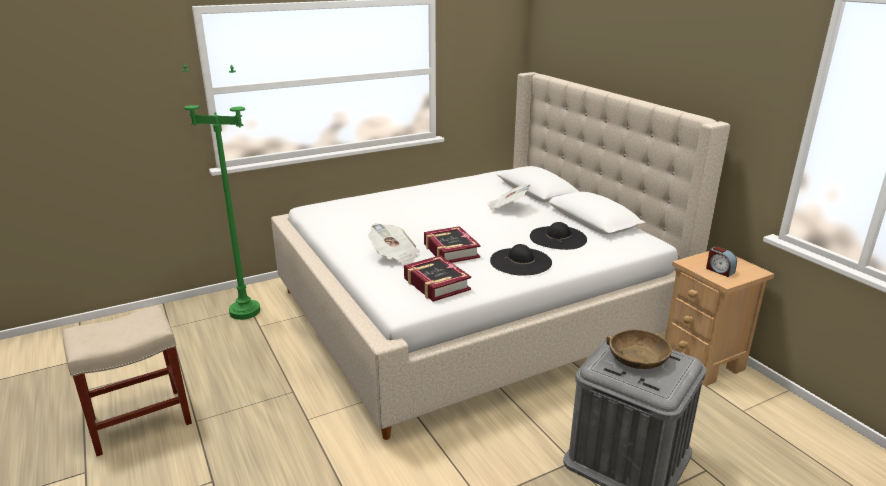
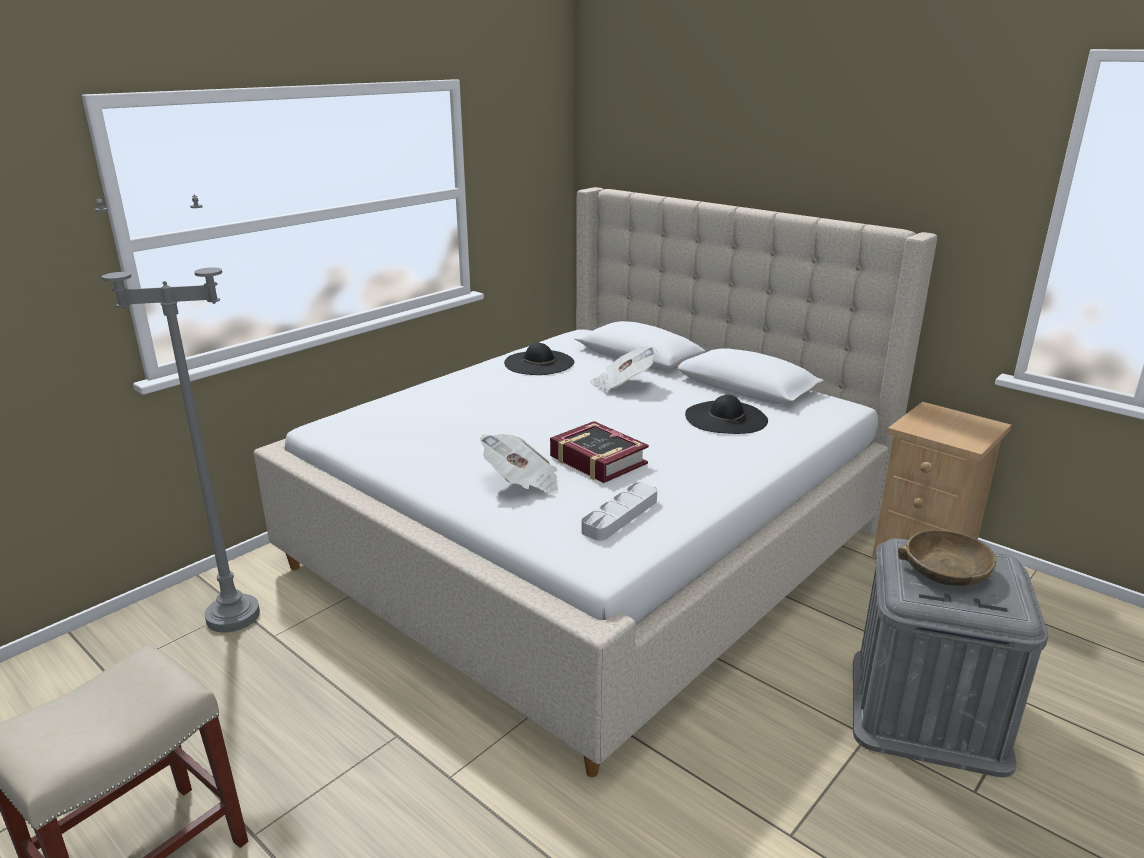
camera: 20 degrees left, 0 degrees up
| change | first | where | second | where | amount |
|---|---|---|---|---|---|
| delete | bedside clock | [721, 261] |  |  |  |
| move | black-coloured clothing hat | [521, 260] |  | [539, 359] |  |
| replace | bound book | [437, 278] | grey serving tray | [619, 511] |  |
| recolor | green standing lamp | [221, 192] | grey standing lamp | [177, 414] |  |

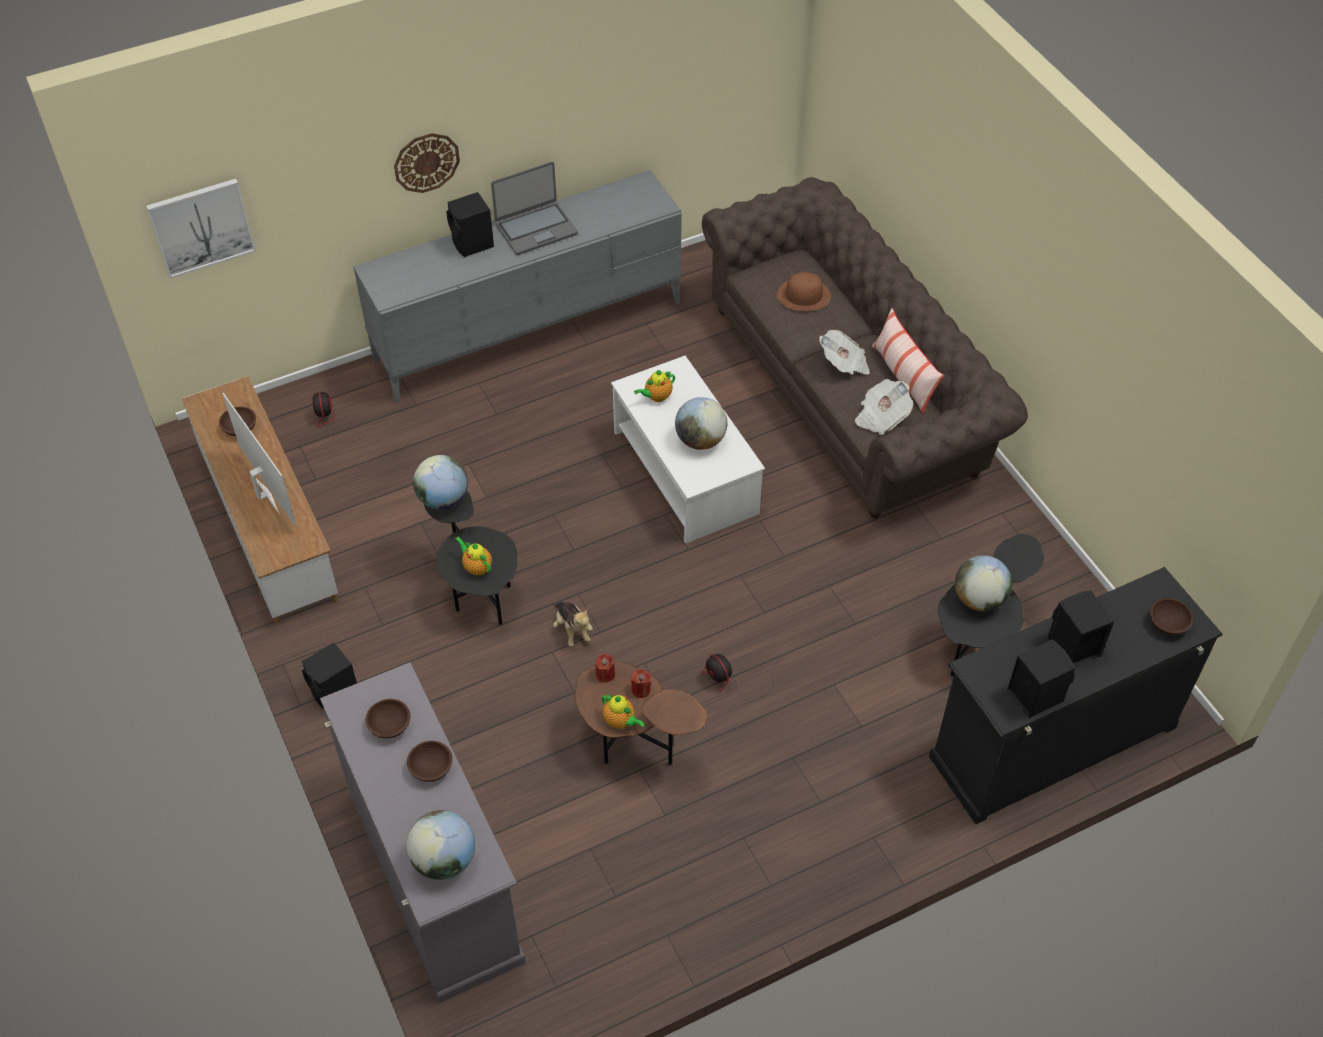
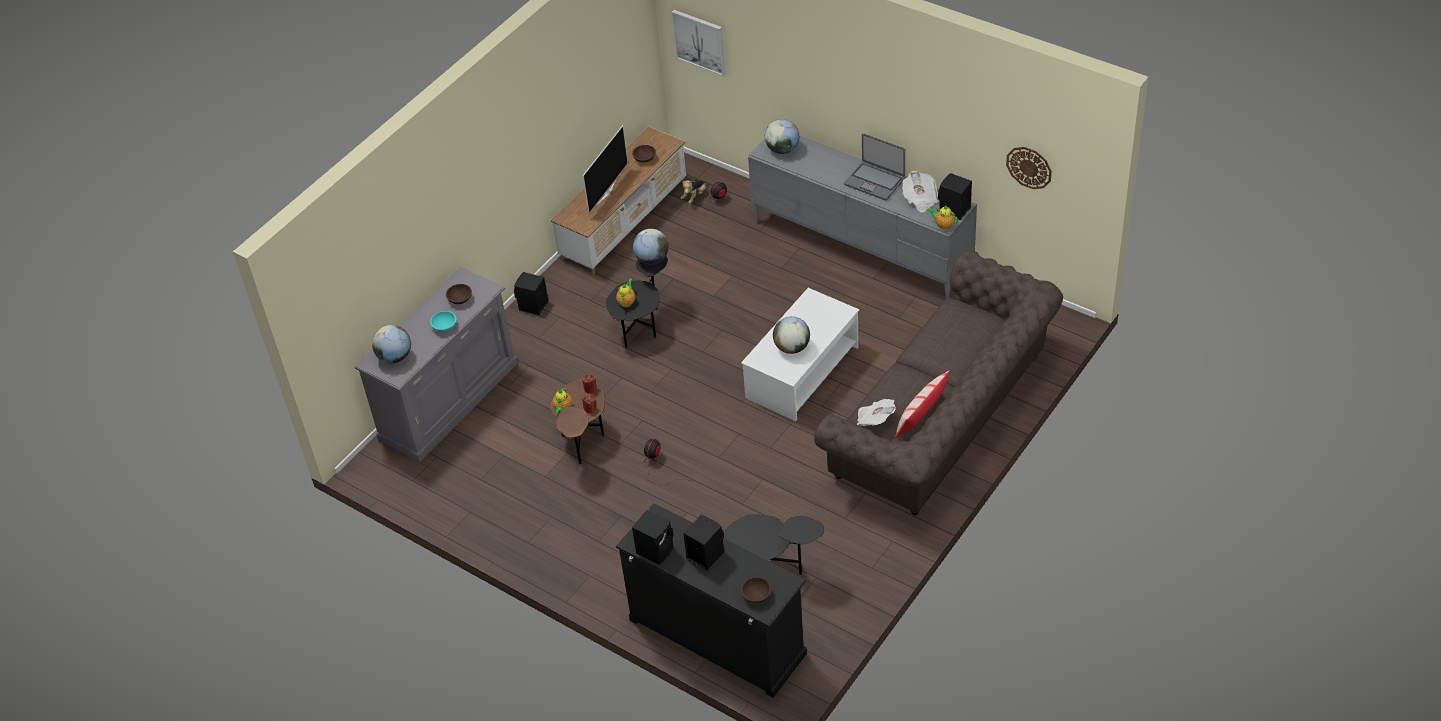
camera: 65 degrees right, 5 degrees down
| change | first | where | second | where | amount |
|---|---|---|---|---|---|
| delete | brownish clothing hat | [804, 291] |  |  |  |
| move | clock on the wall | [427, 163] |  | [1029, 168] |  |
| move | black-coloured loudspeaker | [470, 224] |  | [955, 196] |  |
| move | plush toy | [573, 624] |  | [694, 191] |  |
| move | pot for tea | [654, 386] |  | [942, 217] |  |
| move | printed paper | [844, 352] |  | [920, 191] |  |
| move | globe | [983, 583] |  | [782, 136] |  |
| recolor | brownish bowl | [430, 761] | blue-green bowl | [443, 321] |  |

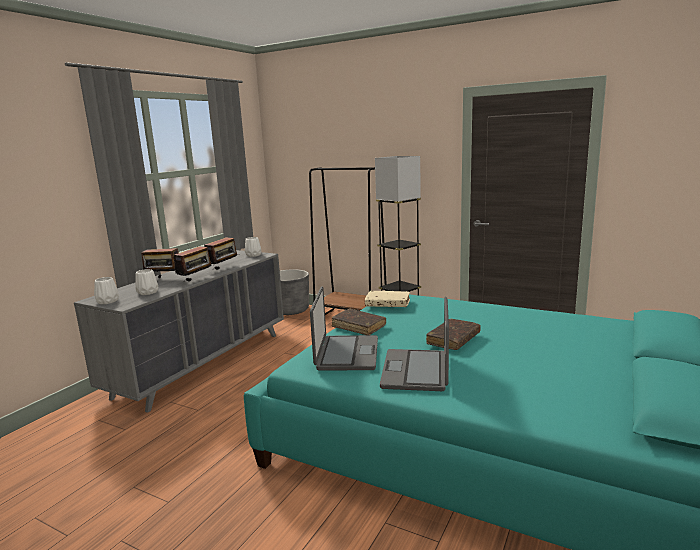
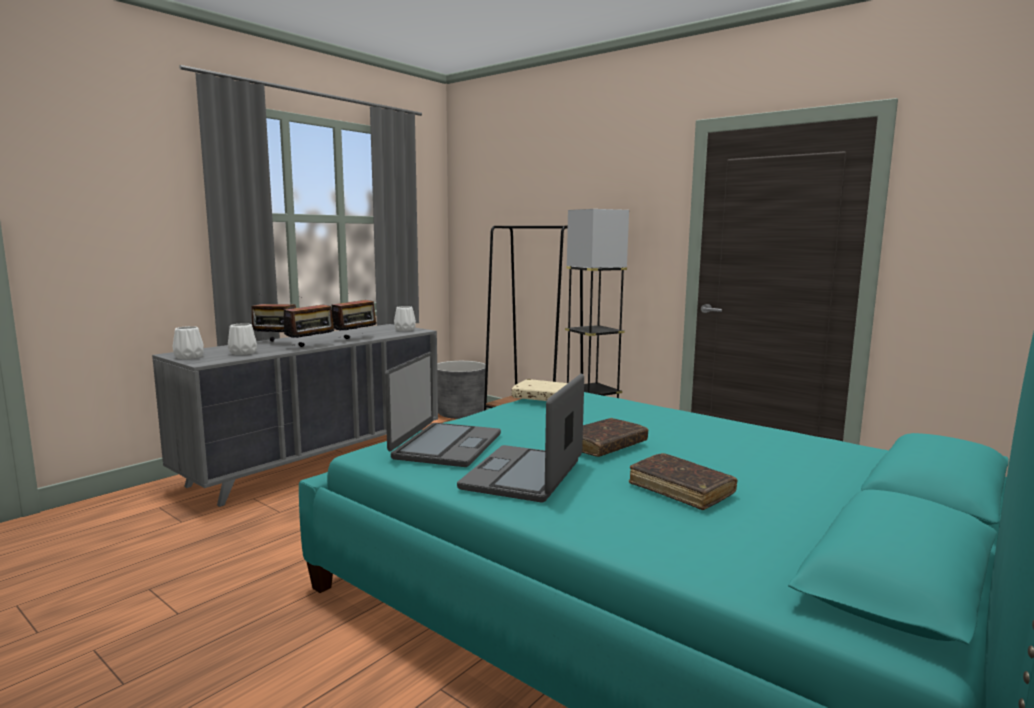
camera: 10 degrees right, 5 degrees down
| change | first | where | second | where | amount |
|---|---|---|---|---|---|
| move | brownish bound book | [358, 322] |  | [683, 481] |  |

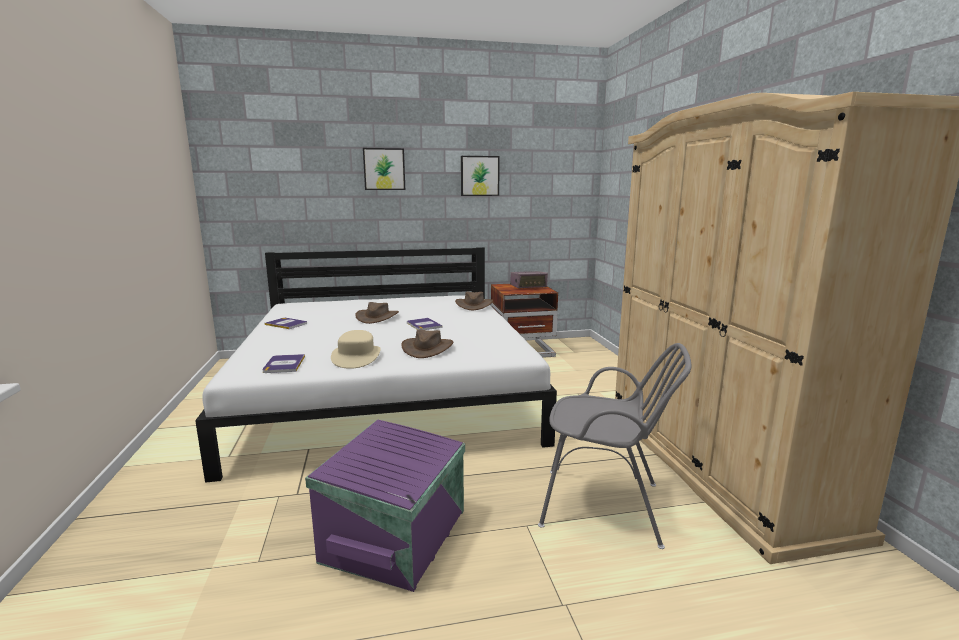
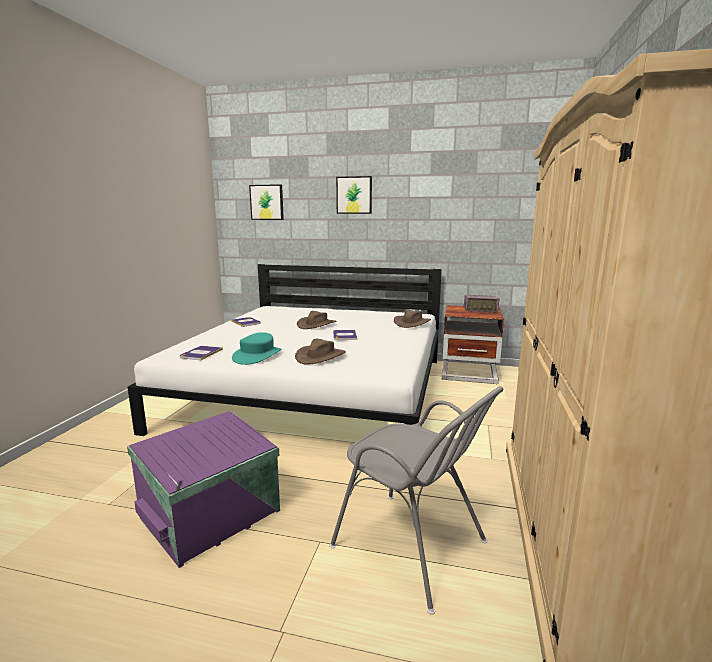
camera: 25 degrees right, 0 degrees up
| change | first | where | second | where | amount |
|---|---|---|---|---|---|
| move | wall art | [480, 176] |  | [266, 202] |  |
| recolor | beige clothing hat | [356, 349] | blue-green clothing hat | [256, 348] |  |

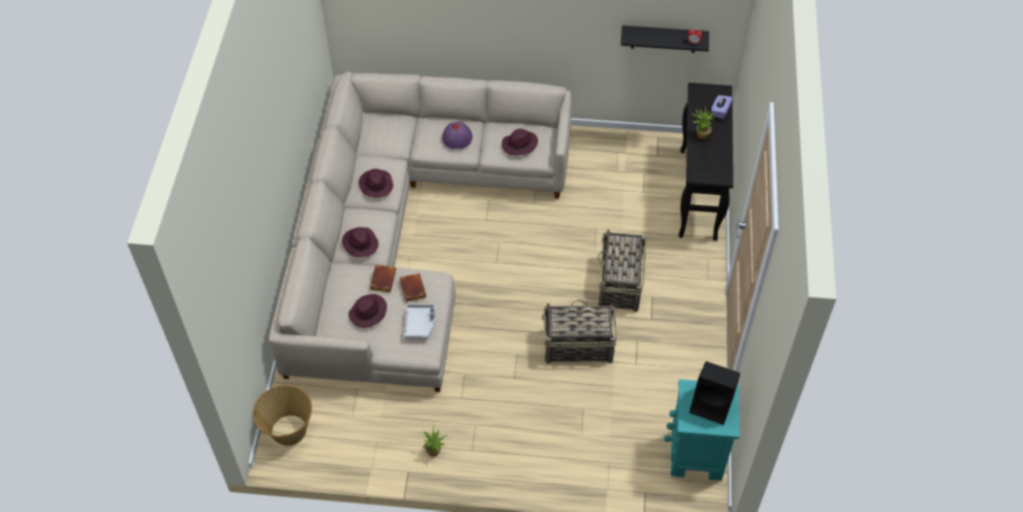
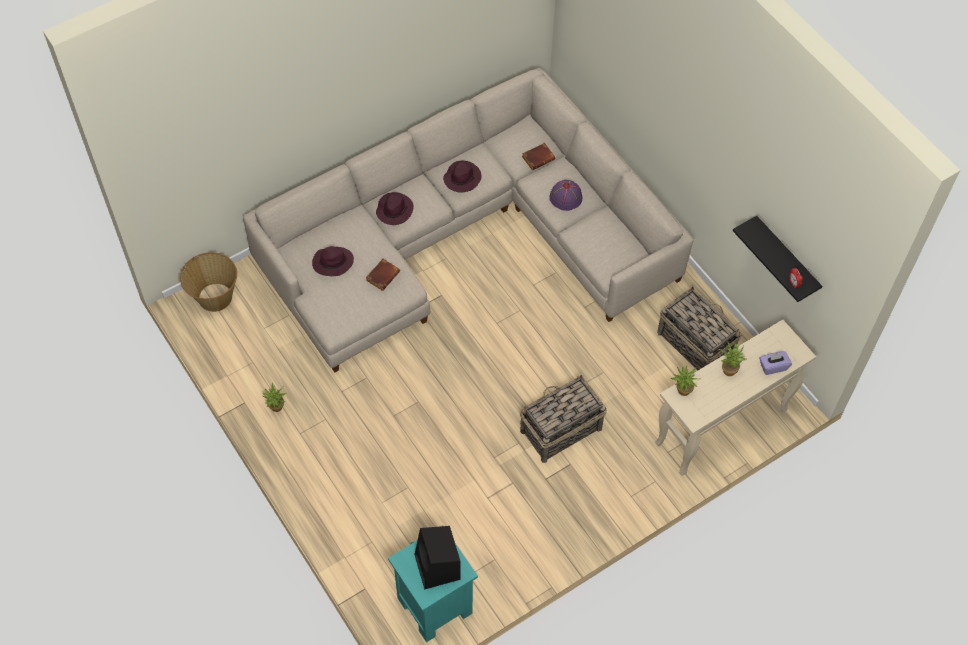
camera: 50 degrees right, 5 degrees up
| change | first | where | second | where | amount |
|---|---|---|---|---|---|
| delete | grey serving tray | [419, 321] |  |  |  |
| delete | purple-coloured clothing hat | [520, 142] |  |  |  |
| insert |  |  | potted plant | [685, 381] |  |
| move | brownish bound book | [383, 278] |  | [538, 156] |  |
| move | basket | [579, 332] |  | [699, 328] |  |
| recolor | black-coloured console table | [706, 161] | beige console table | [735, 397] |  |

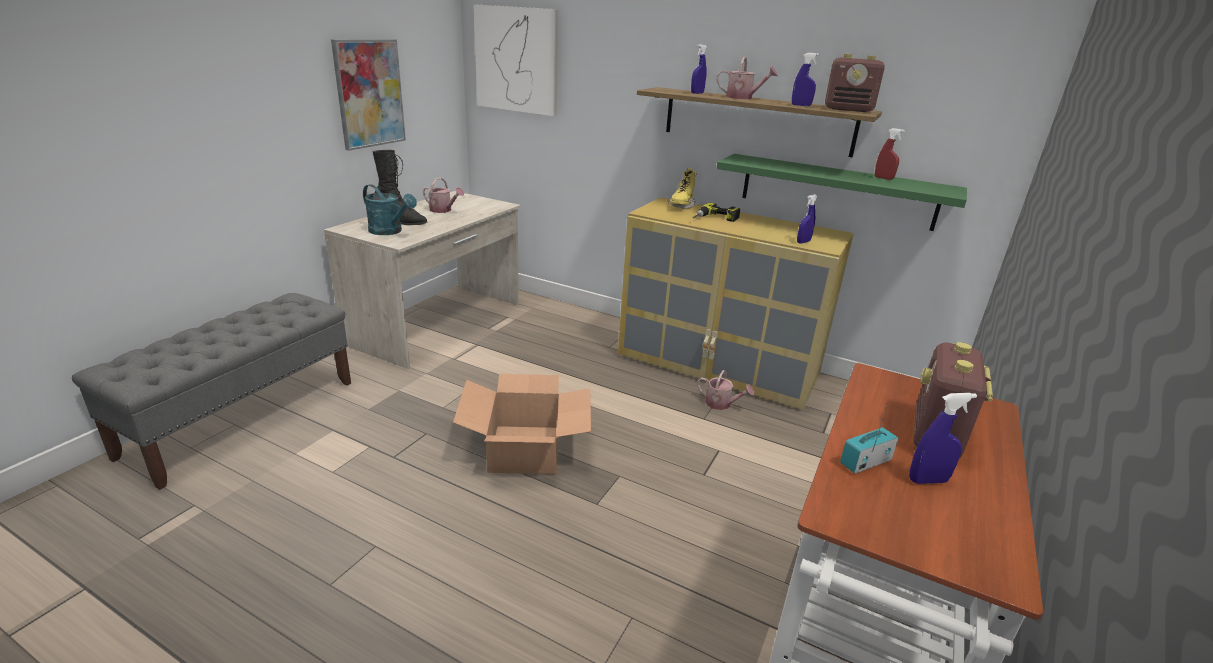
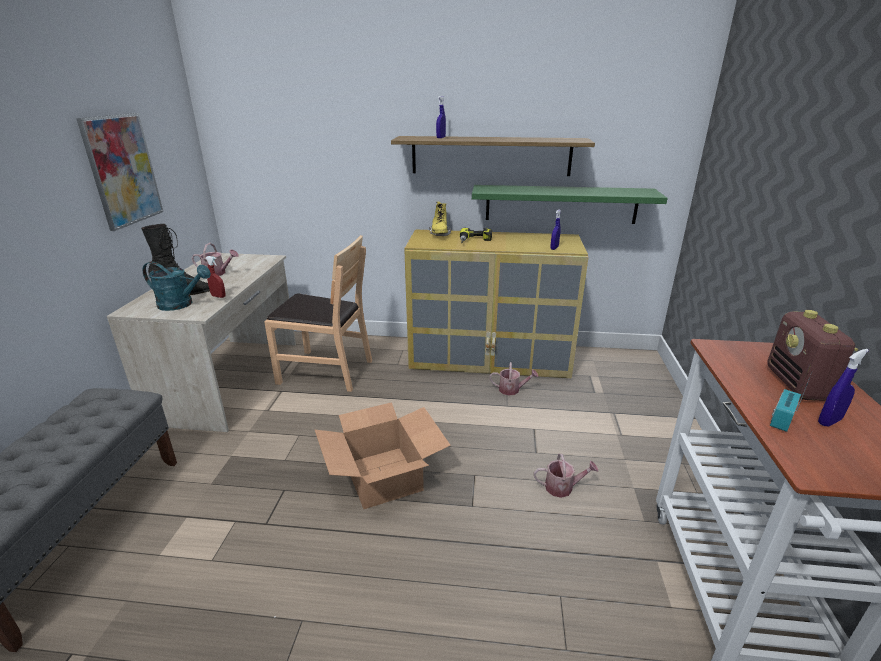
camera: 20 degrees left, 0 degrees up
| change | first | where | second | where | amount |
|---|---|---|---|---|---|
| delete | wall art | [516, 60] |  |  |  |
| delete | blue spray bottle | [805, 79] |  |  |  |
| delete | radio receiver | [855, 83] |  |  |  |
| insert |  |  | brownish upright chair | [318, 313] |  |
| move | watering can | [747, 78] |  | [566, 476] |  |
| move | red-coloured spray bottle | [890, 154] |  | [216, 277] |  |

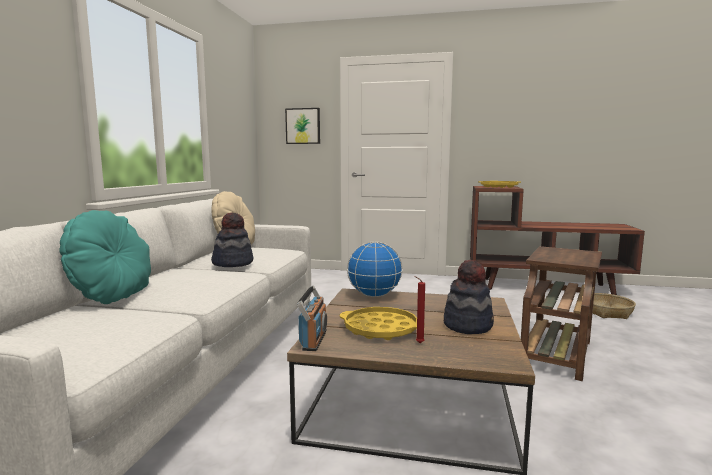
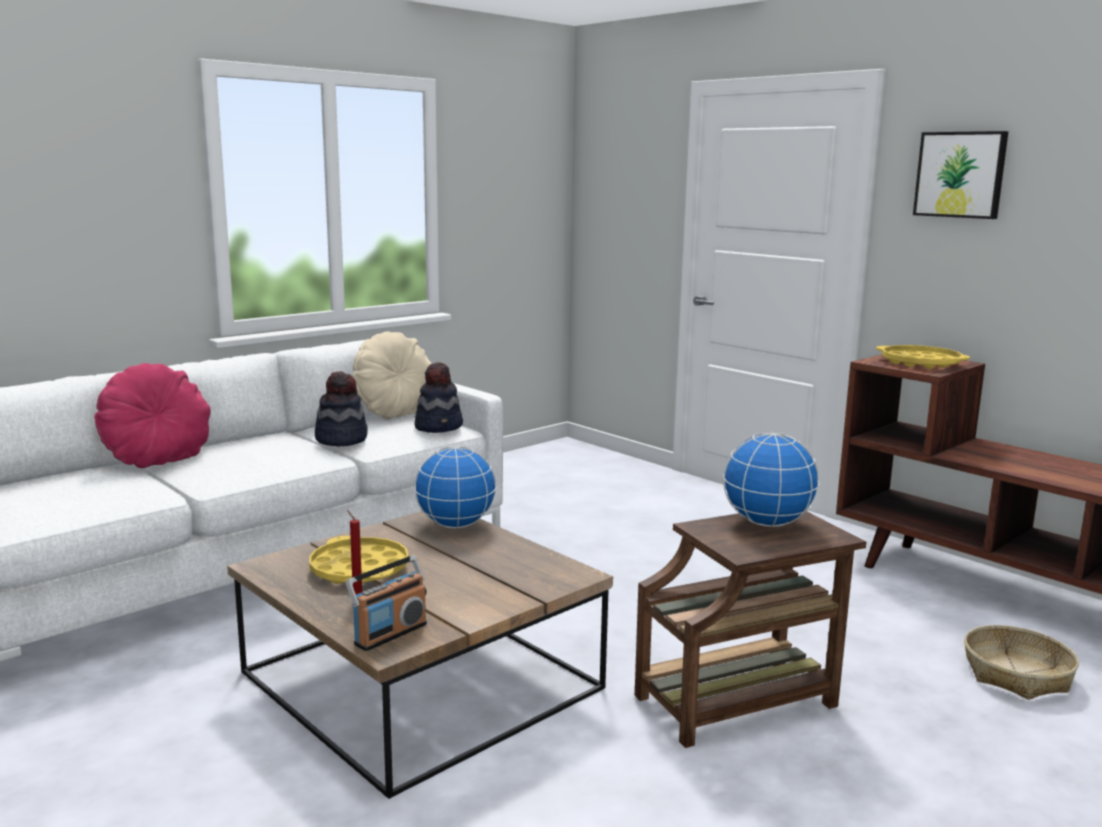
camera: 35 degrees right, 5 degrees up
| change | first | where | second | where | amount |
|---|---|---|---|---|---|
| insert |  |  | globe | [771, 479] |  |
| move | wall art | [302, 126] |  | [961, 175] |  |
| move | radio receiver | [312, 318] |  | [386, 603] |  |
| move | clothing hat | [469, 297] |  | [438, 397] |  |
| recolor | blue-green throw pillow | [105, 257] | pinkish throw pillow | [152, 415] |  |

